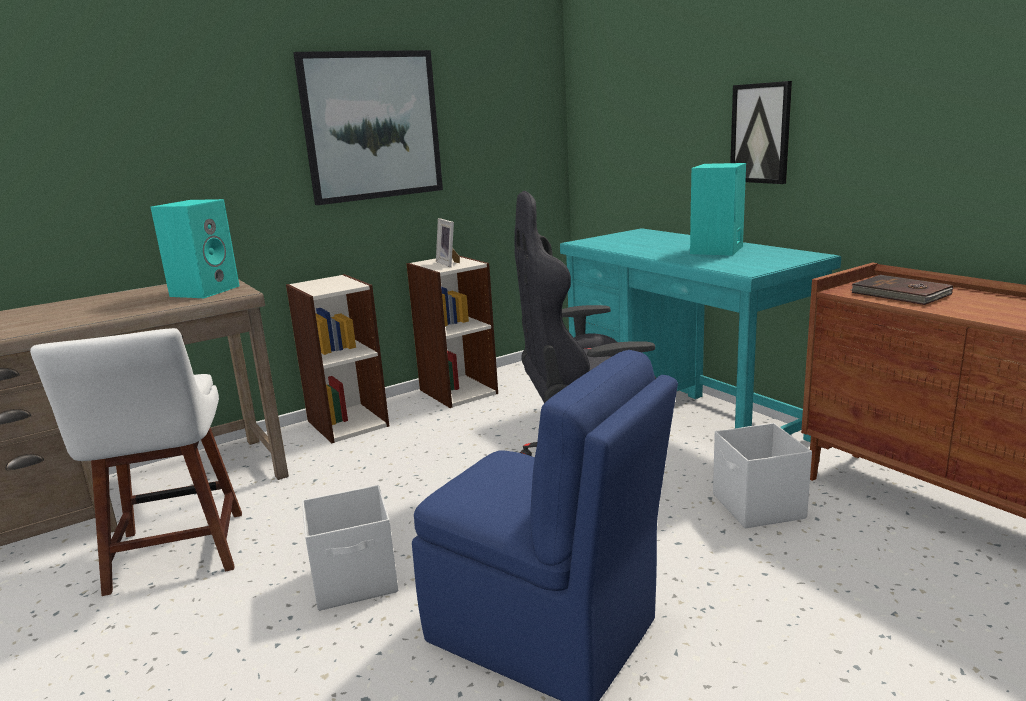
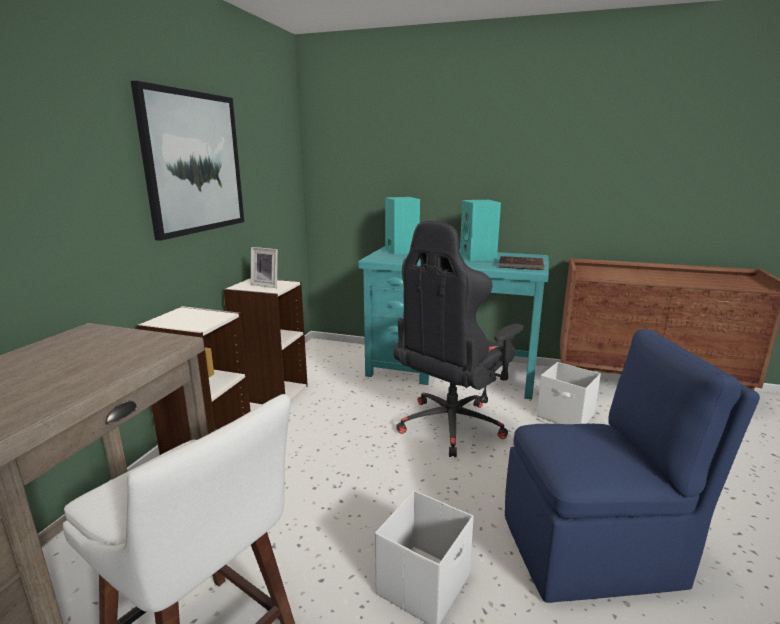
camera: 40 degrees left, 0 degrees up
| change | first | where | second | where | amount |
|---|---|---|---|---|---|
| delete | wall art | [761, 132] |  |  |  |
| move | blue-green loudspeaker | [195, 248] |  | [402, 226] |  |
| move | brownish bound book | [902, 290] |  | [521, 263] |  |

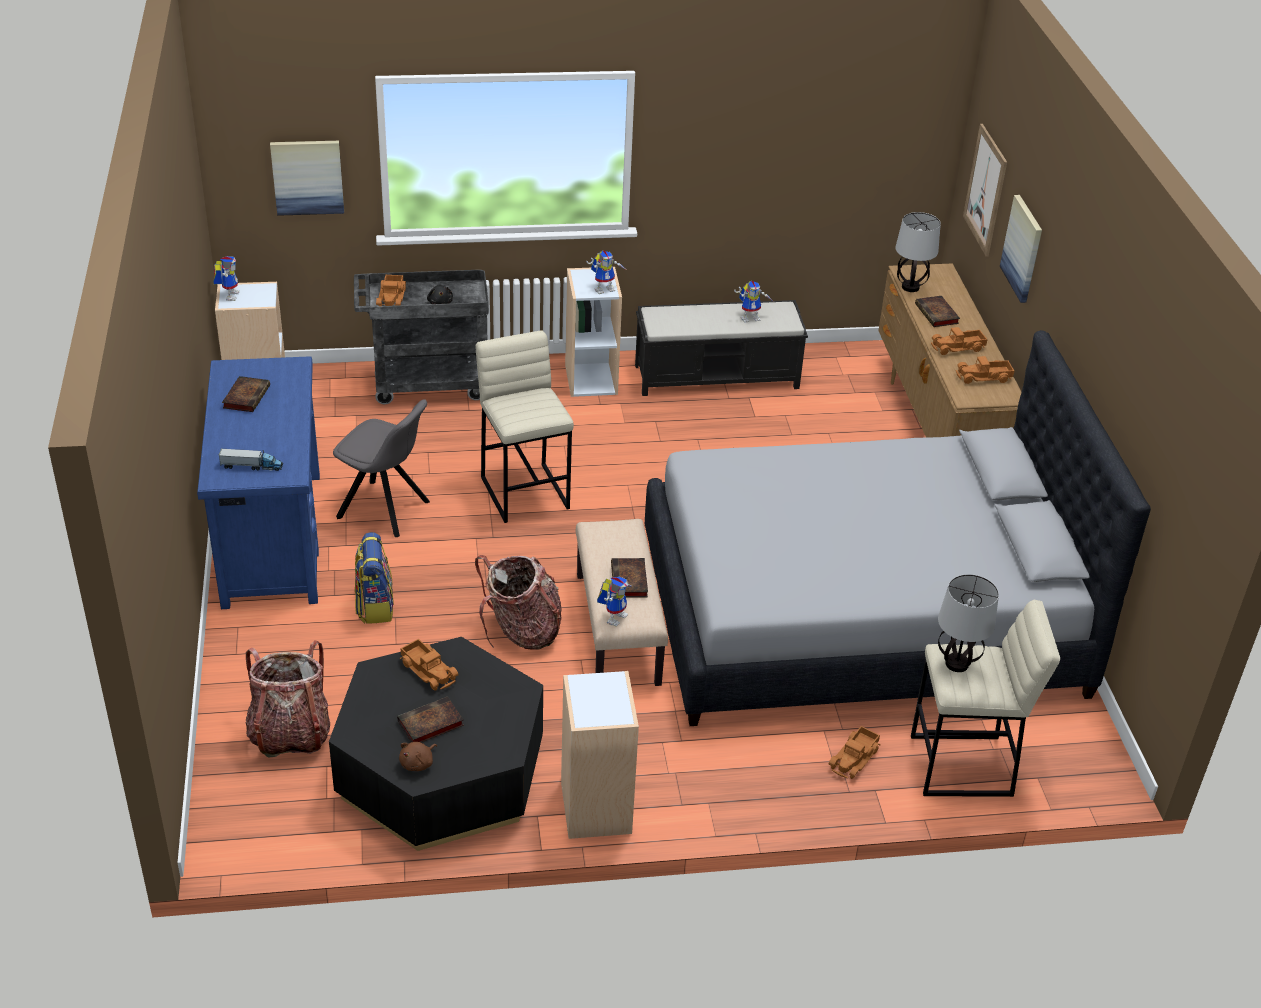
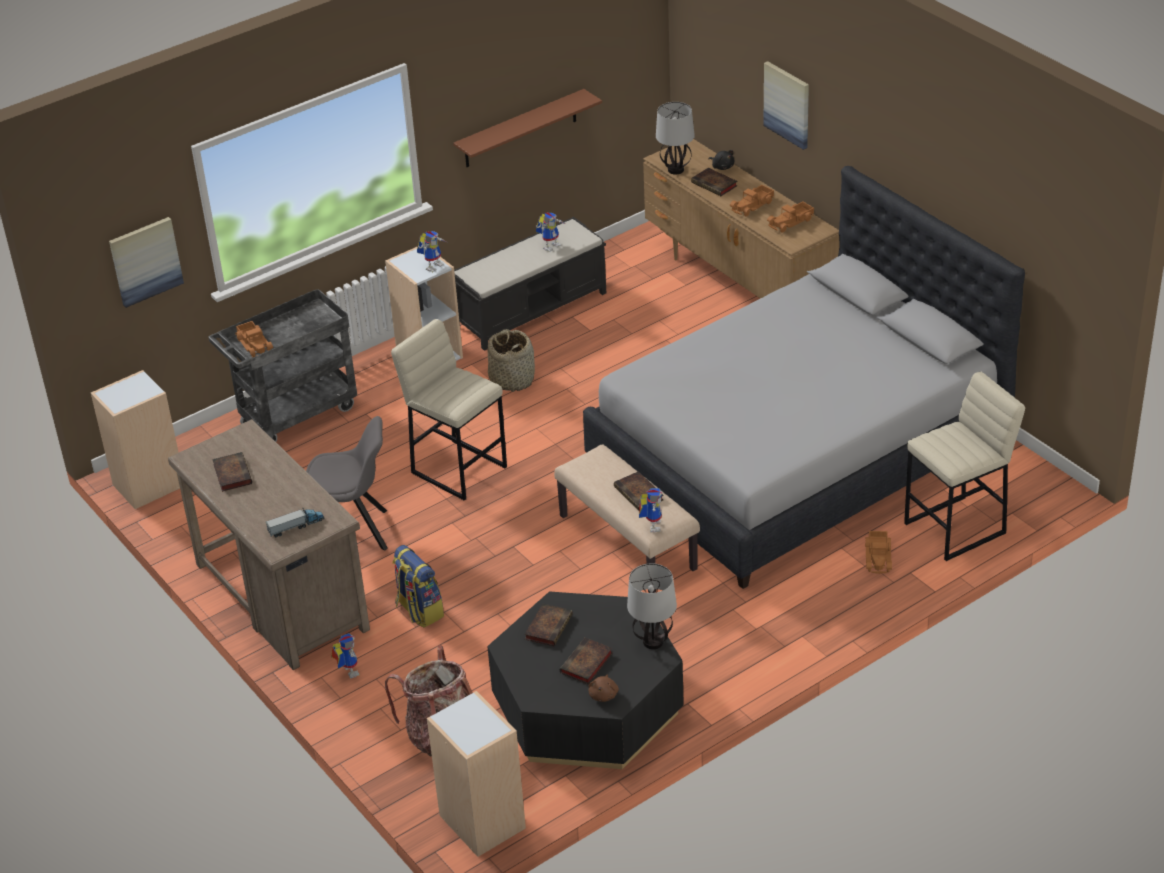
camera: 25 degrees left, 0 degrees up
| change | first | where | second | where | amount |
|---|---|---|---|---|---|
| delete | backpack | [518, 602] |  |  |  |
| delete | wall art | [985, 190] |  |  |  |
| insert |  |  | brownish wall shelf | [527, 128] |  |
| insert |  |  | basket | [511, 360] |  |
| move | model robot | [226, 278] |  | [345, 655] |  |
| move | black-coloured plush toy | [440, 294] |  | [721, 160] |  |
| move | bookcase | [600, 755] |  | [476, 774] |  |
| move | lamp for a table | [968, 623] |  | [652, 606] |  |
| replace | toy lorry | [429, 665] | bound book | [549, 625] |  |
| recolor | blue desk unit | [258, 482] | brownish desk unit | [269, 544] |  |

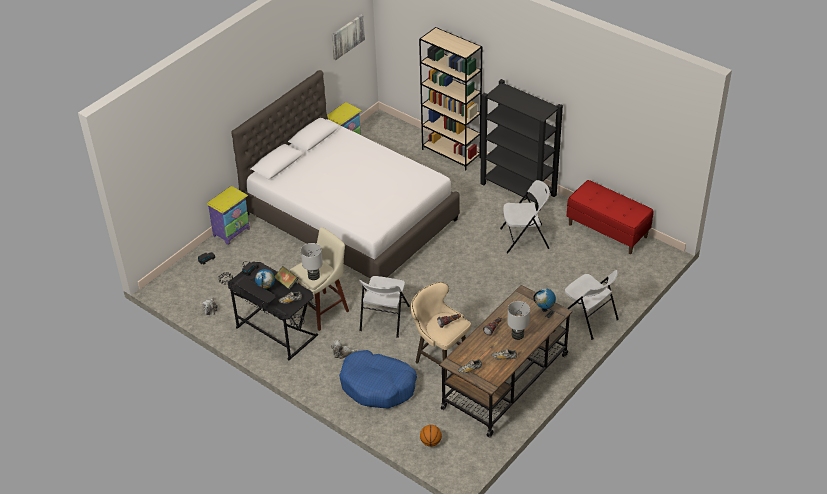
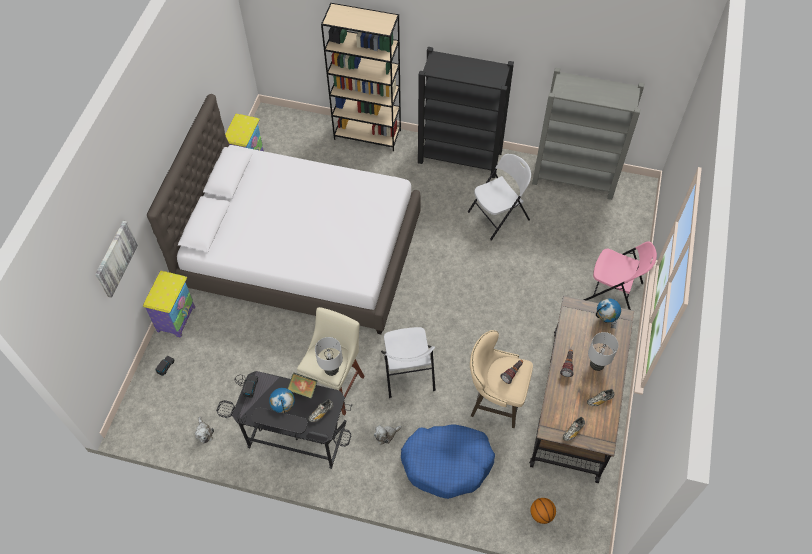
camera: 25 degrees left, 15 degrees up
| change | first | where | second | where | amount |
|---|---|---|---|---|---|
| move | wall art | [348, 37] |  | [116, 259] |  |
| replace | red-coloured indoor bench | [610, 217] | grey bookcase | [588, 134] |  |
| recolor | white-coloured upright chair | [592, 305] | pinkish upright chair | [620, 275] |  |

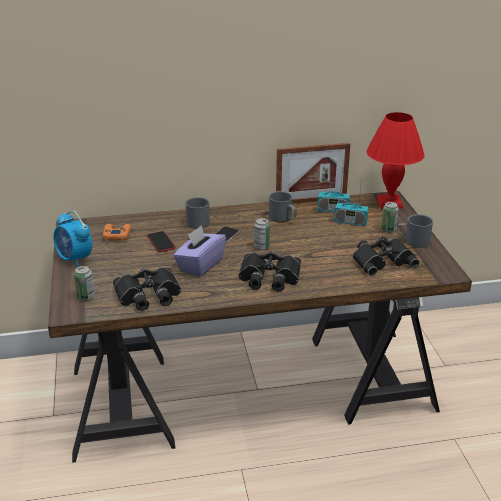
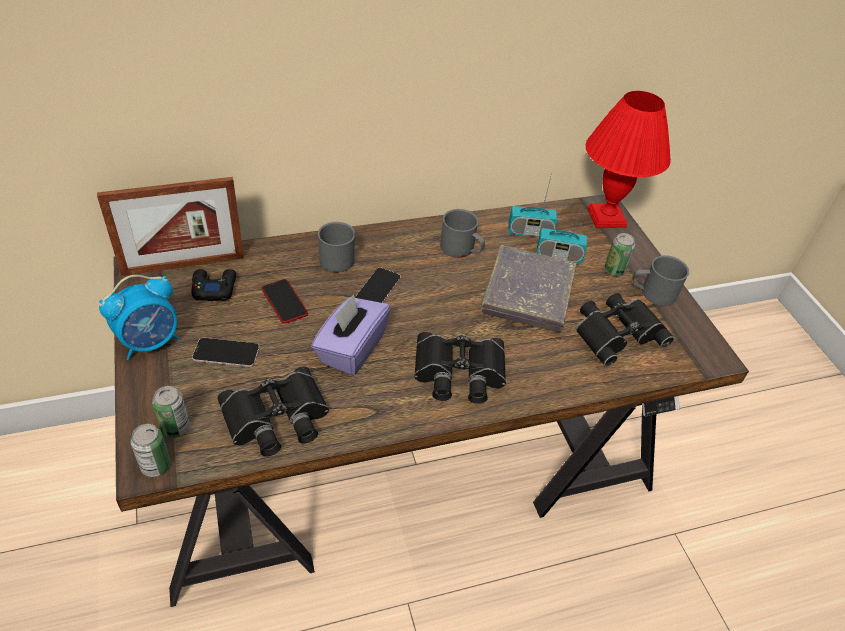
camera: 10 degrees left, 15 degrees up
| change | first | where | second | where | amount |
|---|---|---|---|---|---|
| insert |  |  | phone | [226, 352] |  |
| insert |  |  | grey bound book | [529, 288] |  |
| move | sealed can | [262, 234] |  | [150, 450] |  |
| move | photo frame | [313, 173] |  | [170, 226] |  |
| recolor | orange game controller | [117, 232] | black-coloured game controller | [213, 285] |  |
| rotate | bedside clock | [72, 239] |  | [138, 317] | 75 degrees counterclockwise |

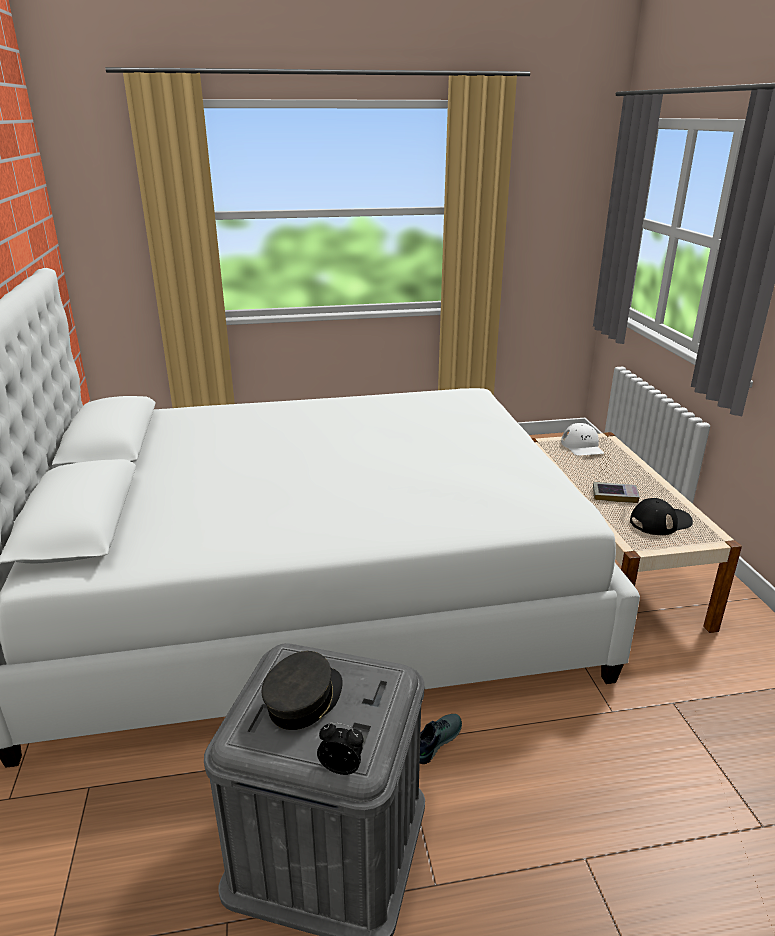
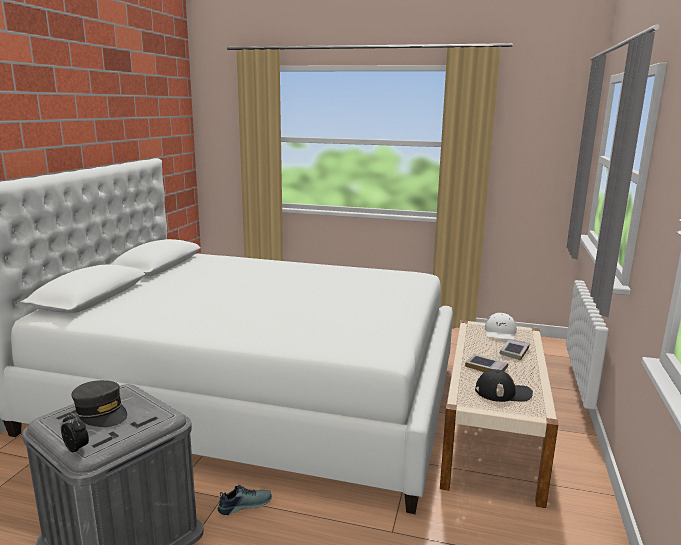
camera: 25 degrees right, 10 degrees down
| change | first | where | second | where | amount |
|---|---|---|---|---|---|
| insert |  |  | bound book | [514, 350] |  |
| rotate | grey cap | [302, 690] |  | [99, 403] | 75 degrees clockwise |

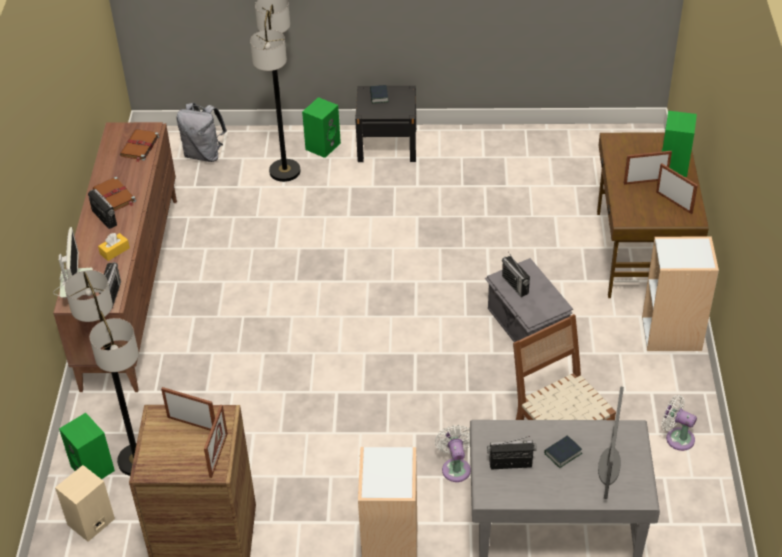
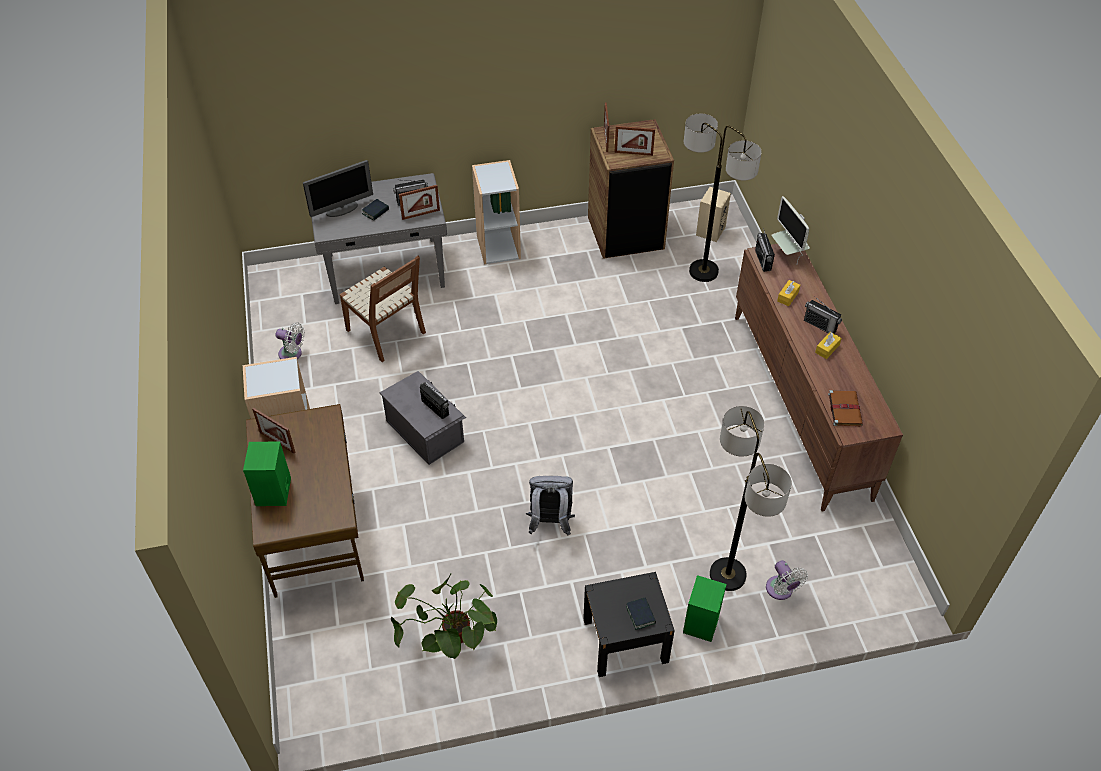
camera: 165 degrees right, 5 degrees up
| change | first | where | second | where | amount |
|---|---|---|---|---|---|
| delete | green loudspeaker | [87, 446] |  |  |  |
| insert |  |  | potted plant | [444, 616] |  |
| move | grey backpack | [202, 132] |  | [550, 506] |  |
| move | white-coloured electric fan | [453, 453] |  | [787, 580] |  |
| move | photo frame | [648, 168] |  | [419, 202] |  |
| replace | brownish bound book | [114, 194] | yellow-coloured box of tissues | [828, 345] |  |
| rotate | monitor | [611, 443] |  | [338, 188] | 120 degrees counterclockwise |

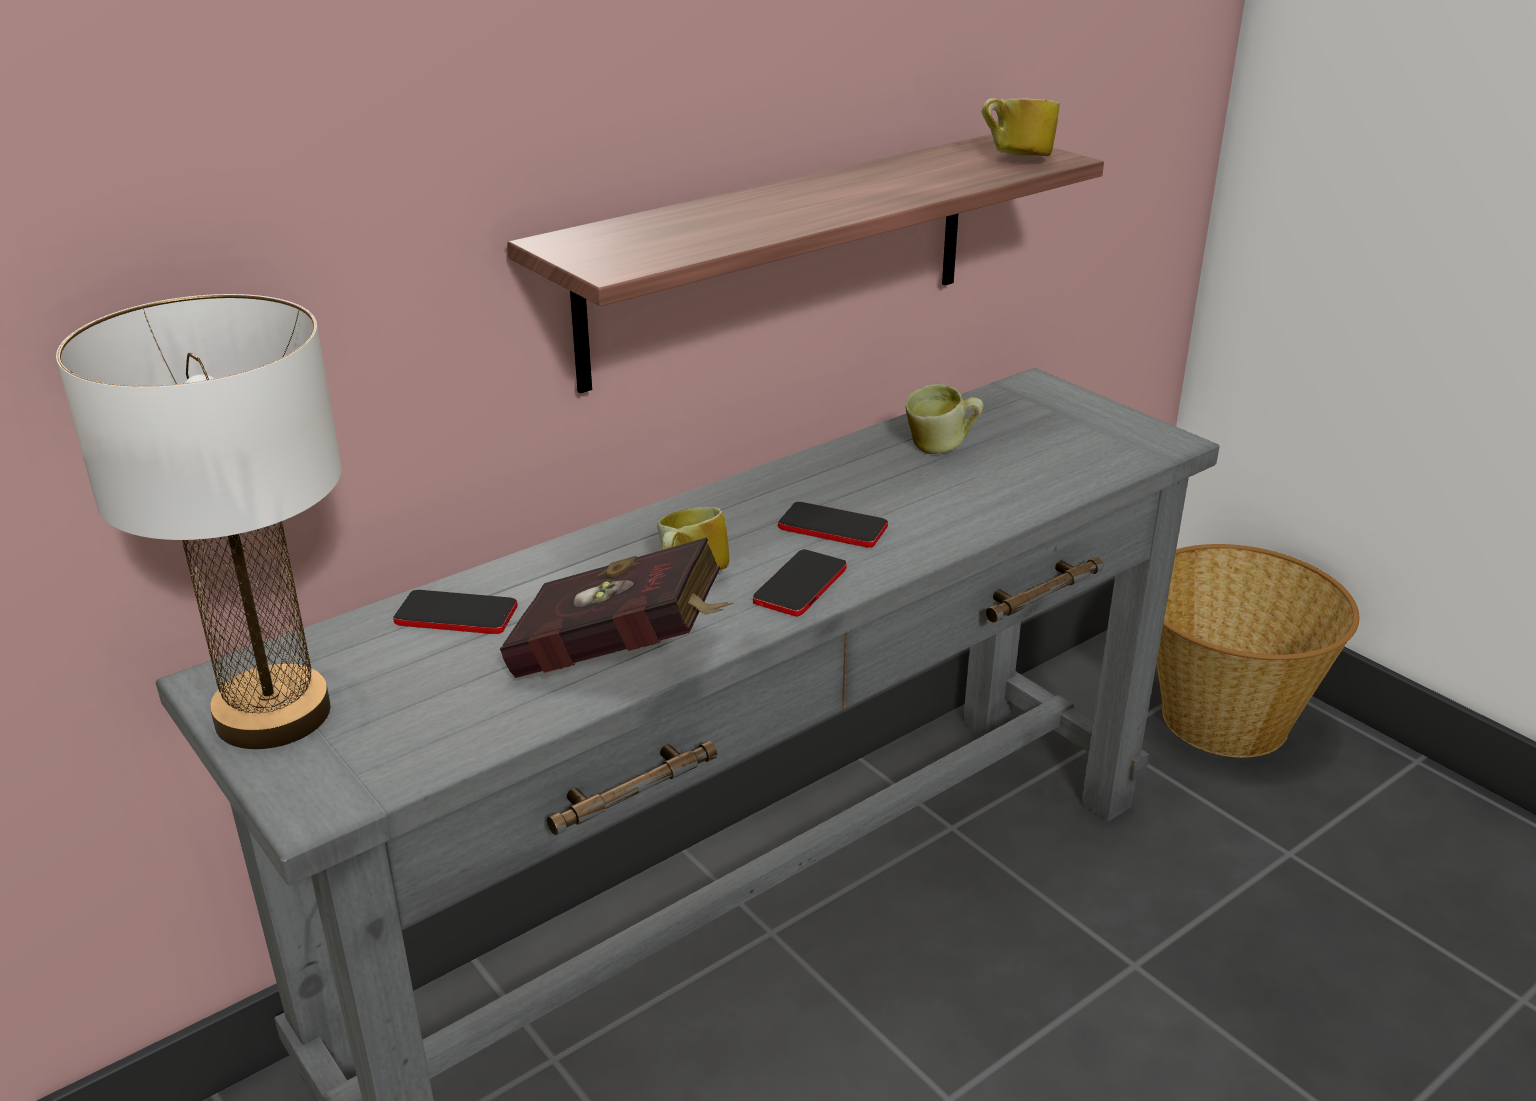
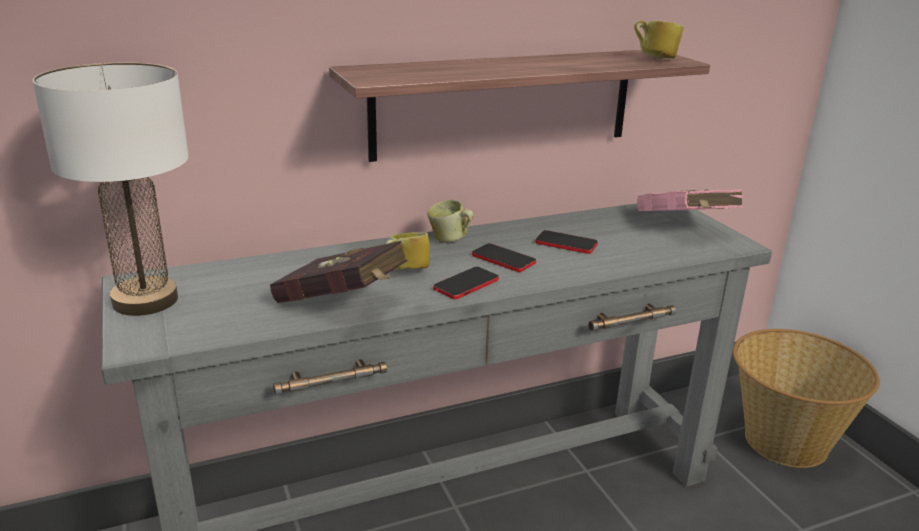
camera: 15 degrees right, 5 degrees down
| change | first | where | second | where | amount |
|---|---|---|---|---|---|
| insert |  |  | pinkish bound book | [690, 200] |  |
| move | phone | [455, 612] |  | [566, 242] |  |
| move | coffee mug | [944, 419] |  | [450, 221] |  |

